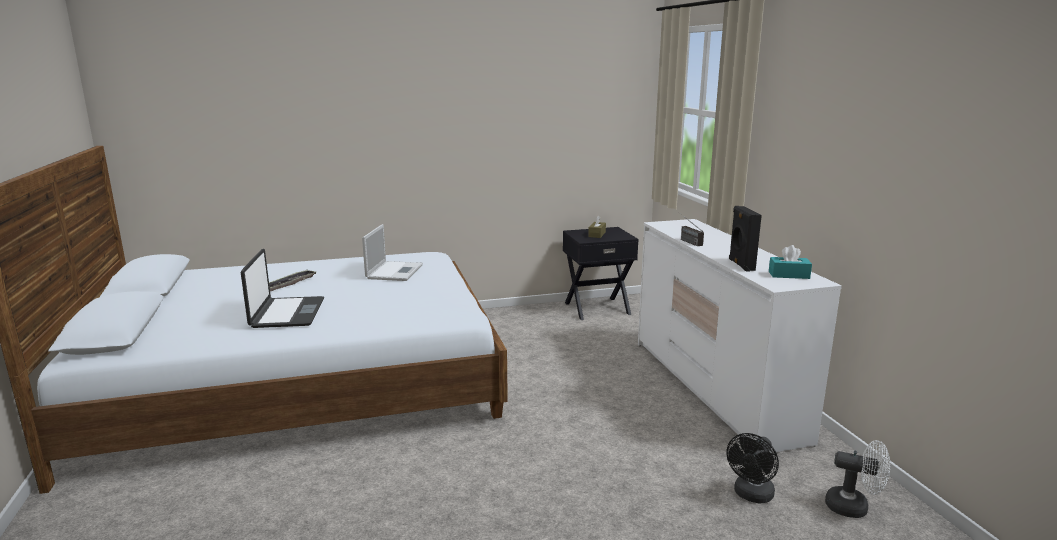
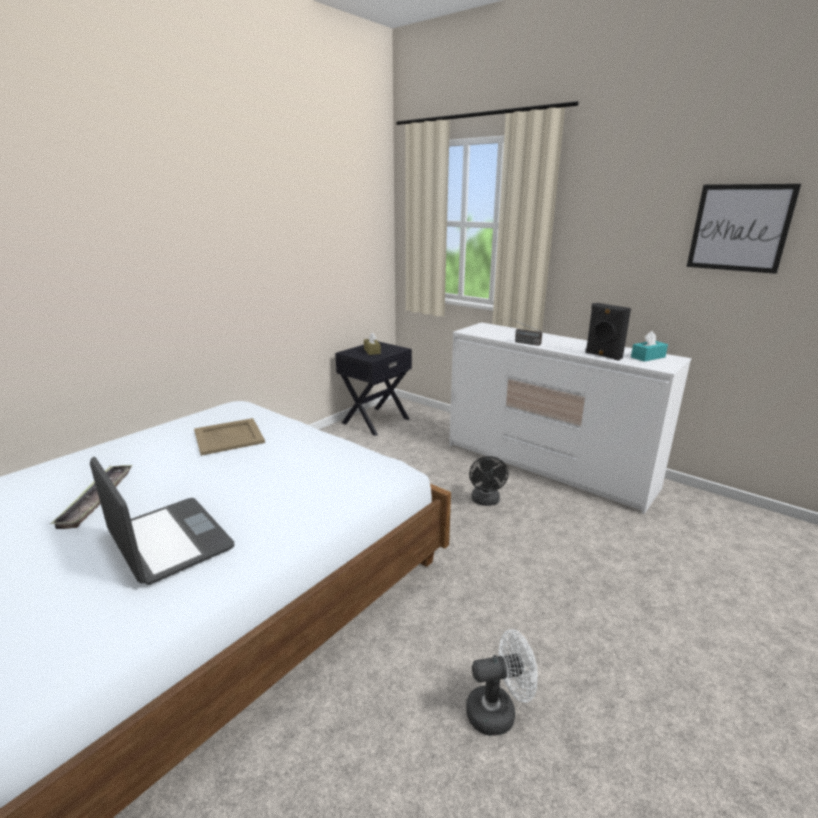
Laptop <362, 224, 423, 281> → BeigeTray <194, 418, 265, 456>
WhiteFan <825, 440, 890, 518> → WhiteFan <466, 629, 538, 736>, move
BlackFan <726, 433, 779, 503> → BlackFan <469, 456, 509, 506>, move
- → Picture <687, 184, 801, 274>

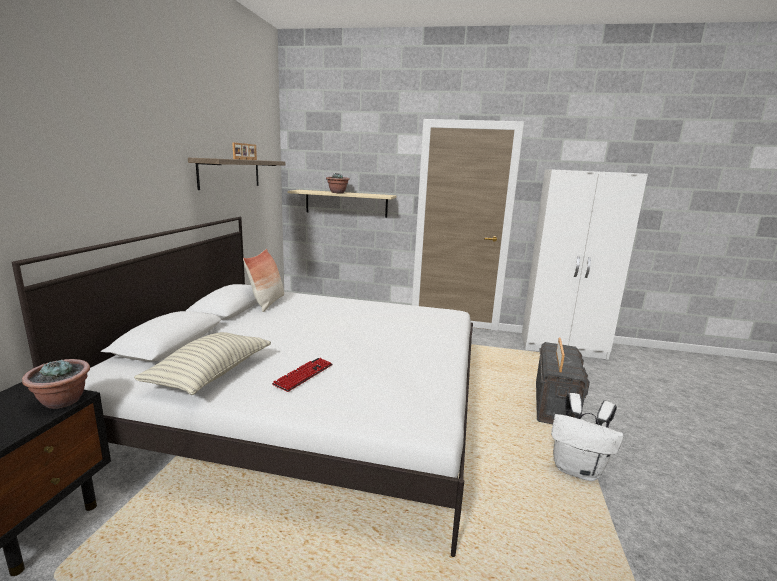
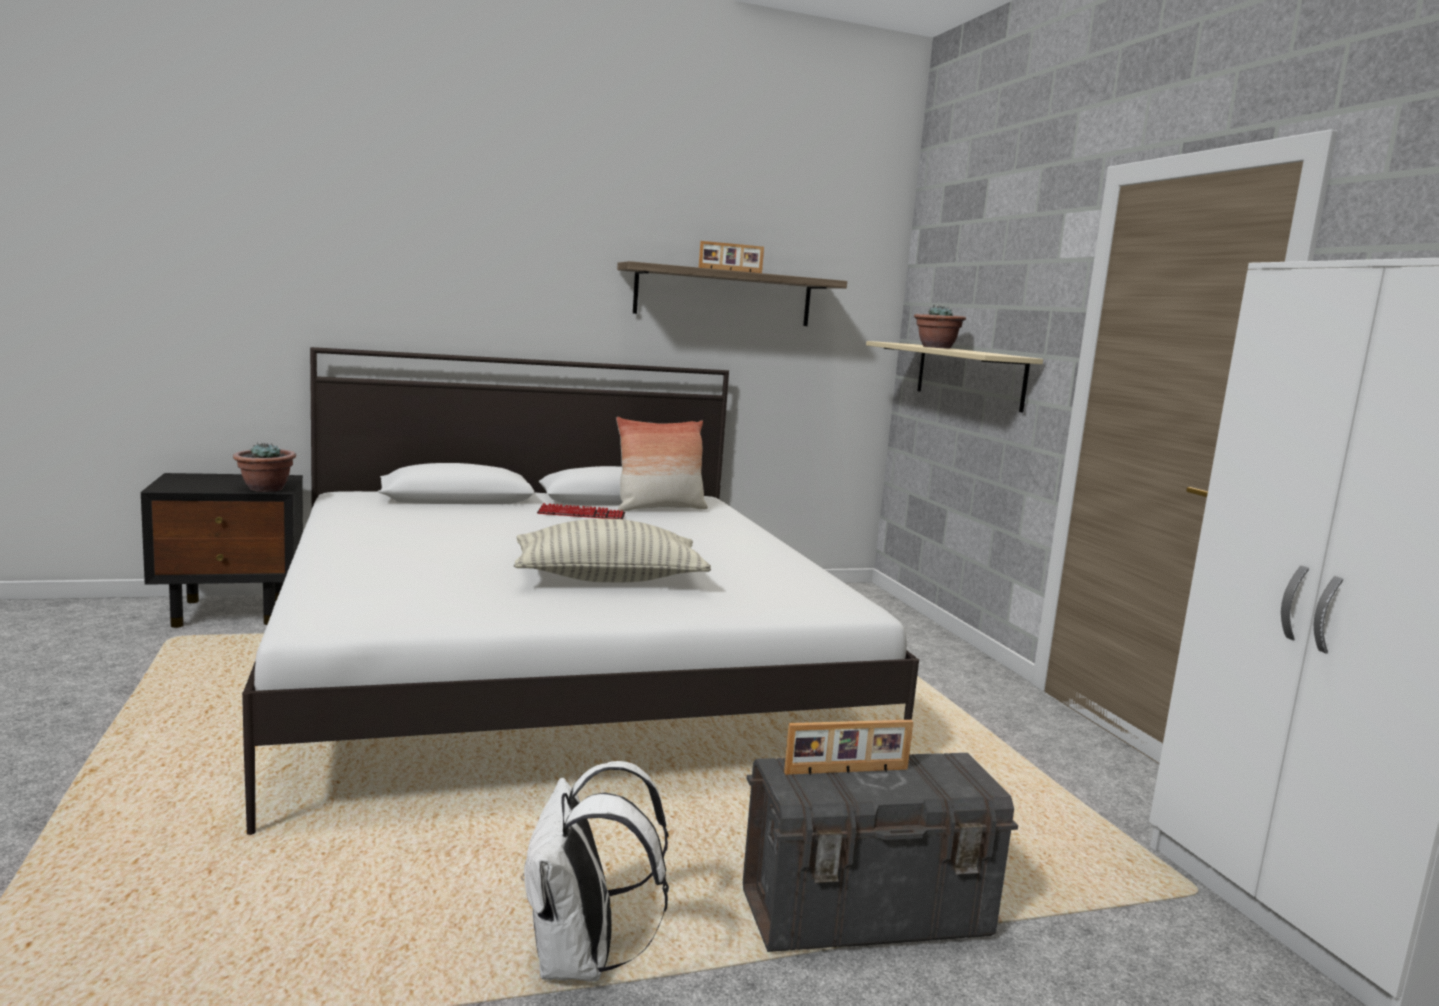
Pillow <134, 332, 271, 395> → Pillow <514, 519, 711, 582>, move
Keyboard <272, 358, 333, 392> → Keyboard <537, 503, 625, 519>, move

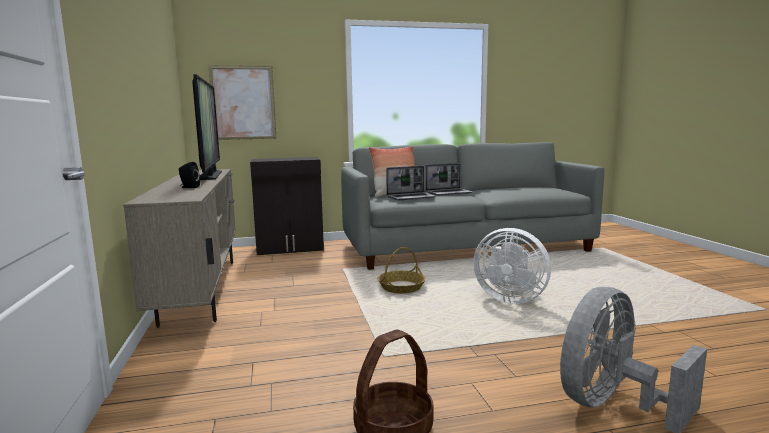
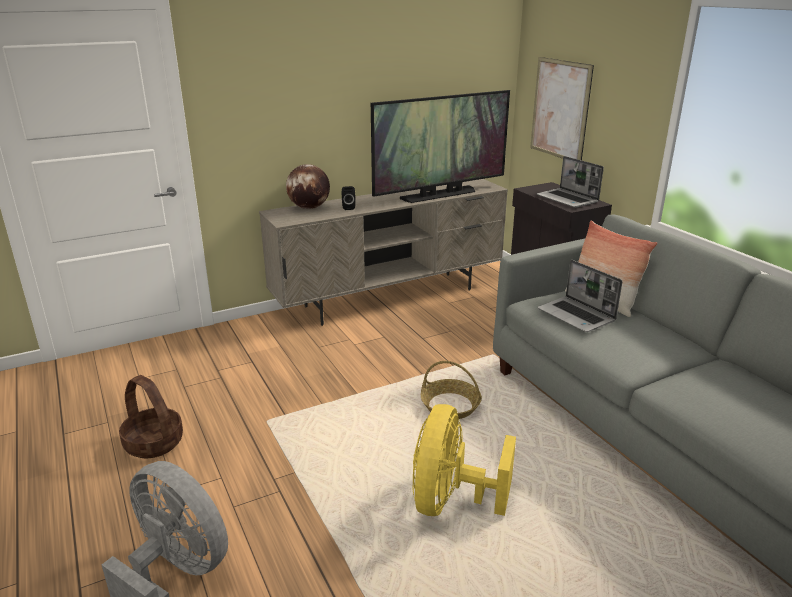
- → Globe <286, 164, 330, 209>
WhiteFan <473, 228, 551, 304> → YellowFan <413, 404, 516, 516>
Laptop <425, 163, 473, 196> → Laptop <537, 156, 604, 208>, move

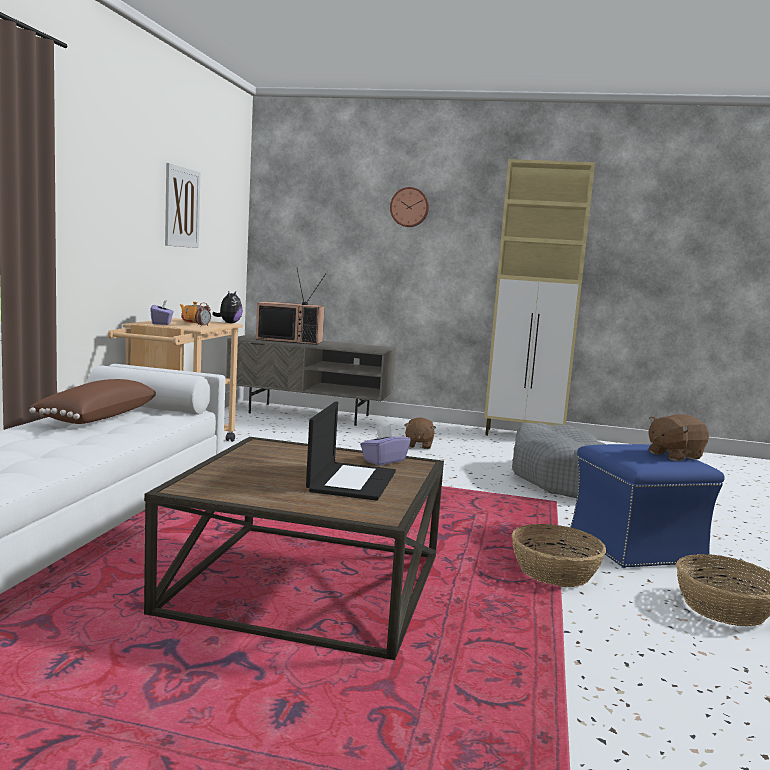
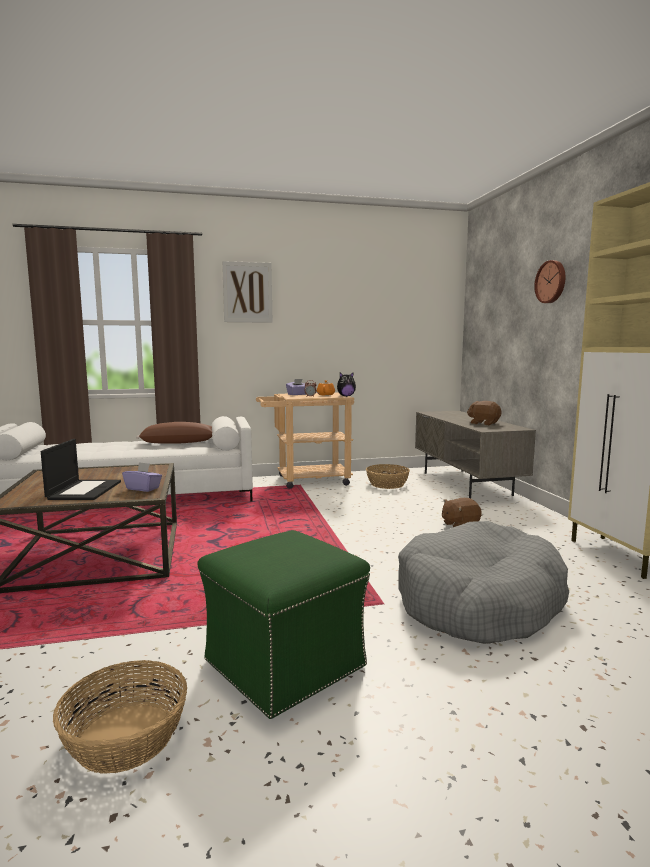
Laptop <306, 402, 396, 501> → Laptop <41, 439, 121, 500>, 75 degrees counterclockwise
BlueOttoman <571, 444, 725, 568> → GreenOttoman <197, 530, 370, 719>
Picture <165, 163, 200, 248> → Picture <222, 261, 272, 323>, move
Basket <512, 524, 606, 587> → Basket <366, 464, 410, 489>, move
BrownPlushToy <648, 414, 709, 461> → BrownPlushToy <467, 401, 501, 425>, move
Television <256, 269, 326, 345> → -

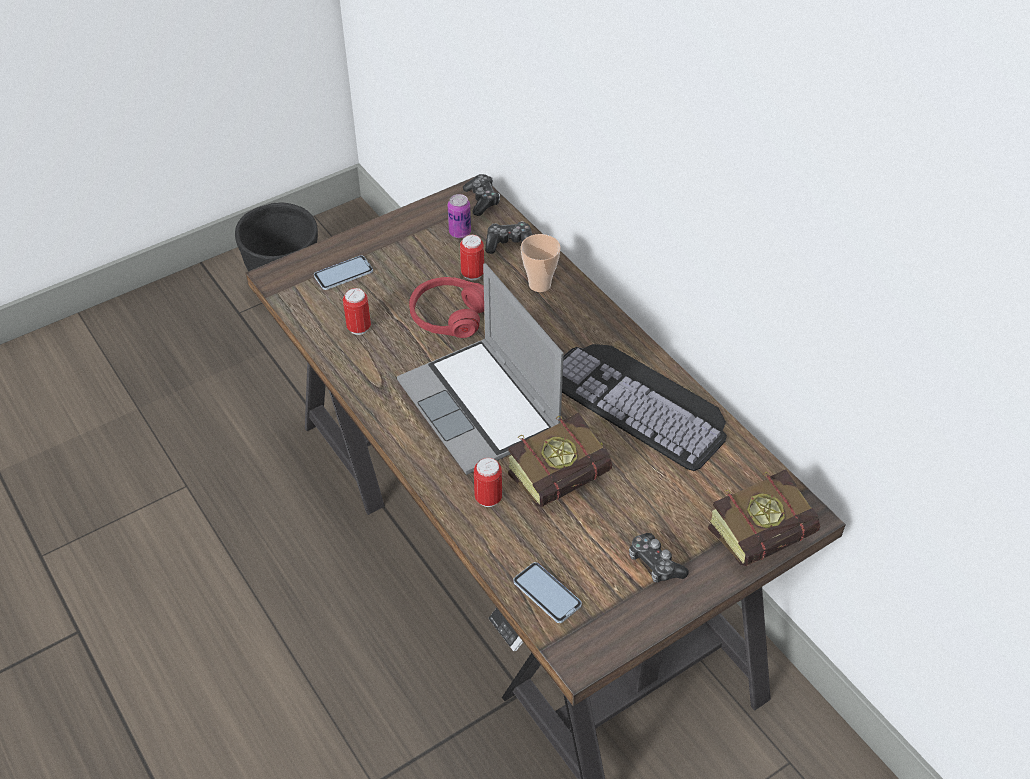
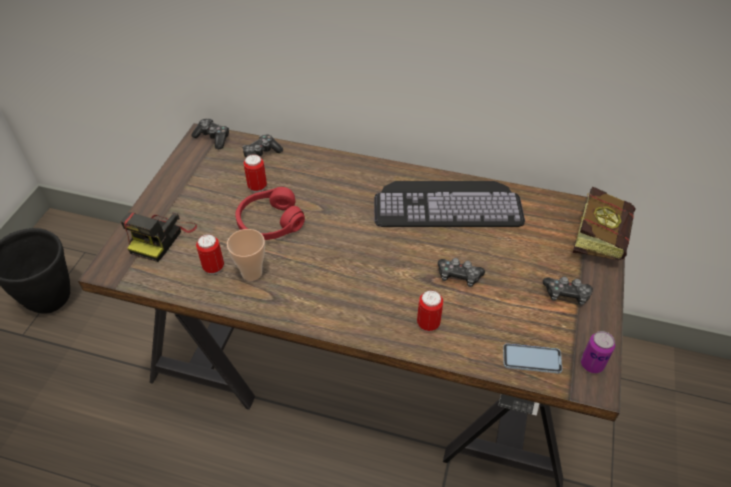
Phone <314, 256, 373, 290> → PhotoCamera <120, 212, 197, 262>
Cup <521, 234, 561, 292> → Cup <227, 229, 265, 281>, move
Book <508, 412, 612, 507> → GameController <438, 258, 485, 287>
Can <448, 194, 471, 238> → Can <581, 331, 615, 373>, move
Laptop <397, 263, 564, 475> → -

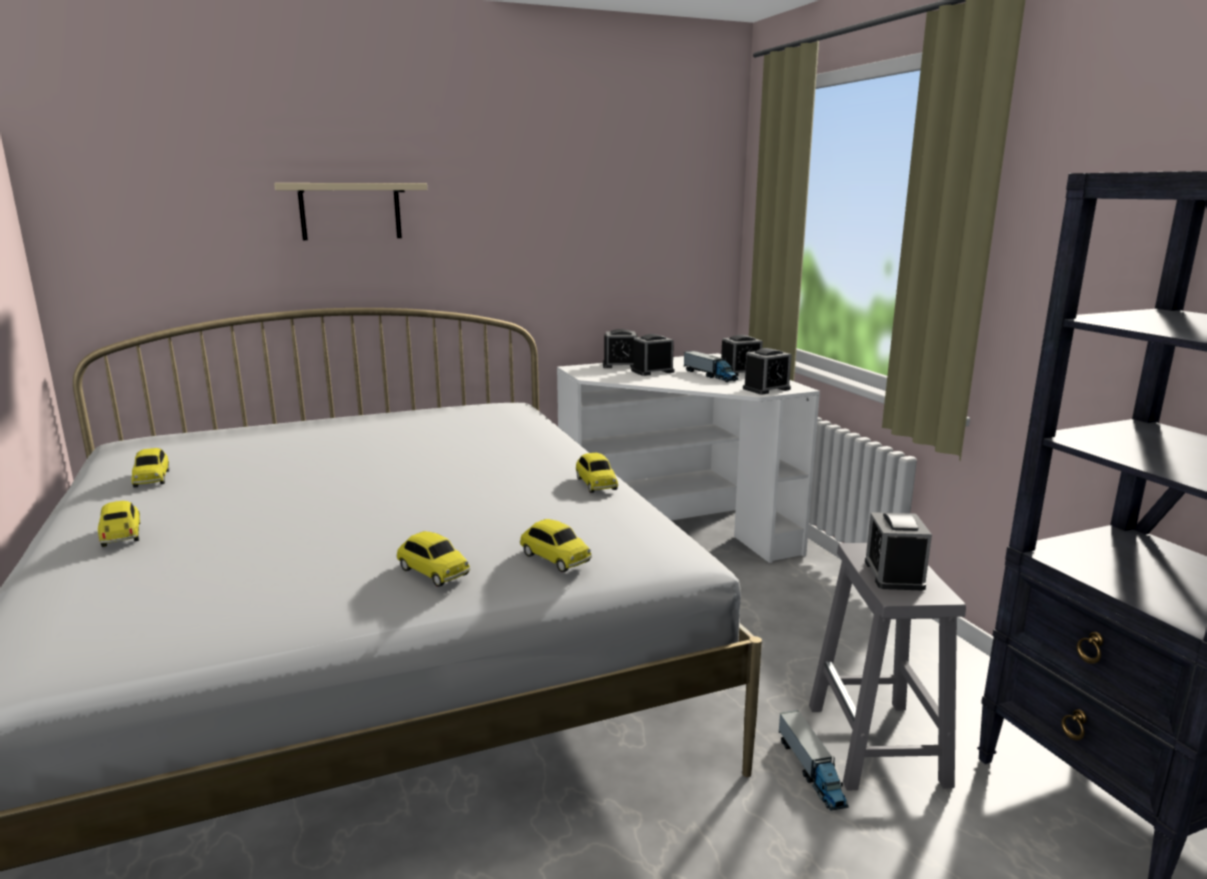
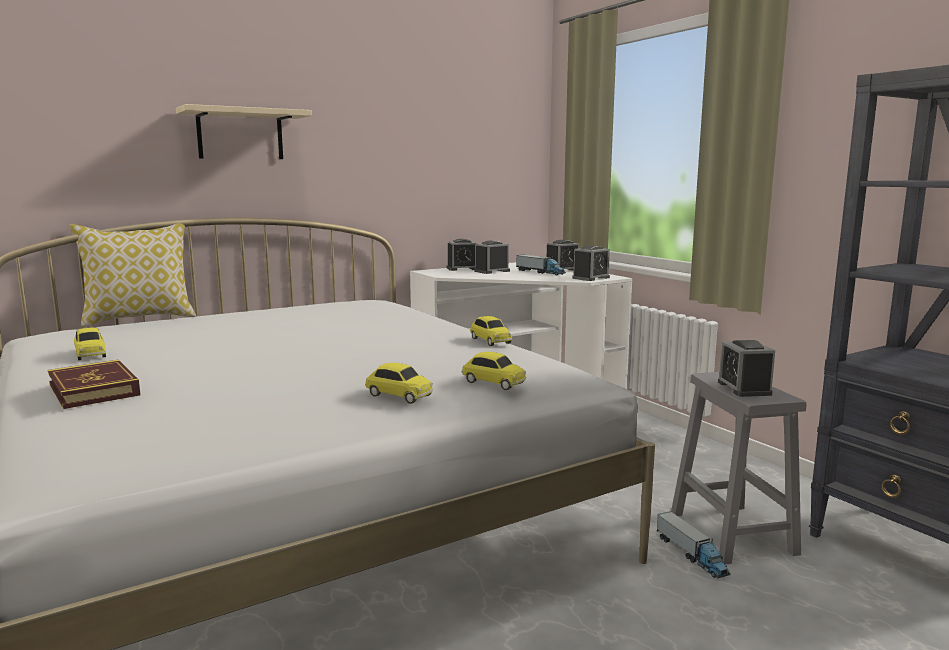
ToyCar <98, 501, 140, 547> → Book <48, 360, 141, 409>
- → Pillow <70, 223, 196, 327>

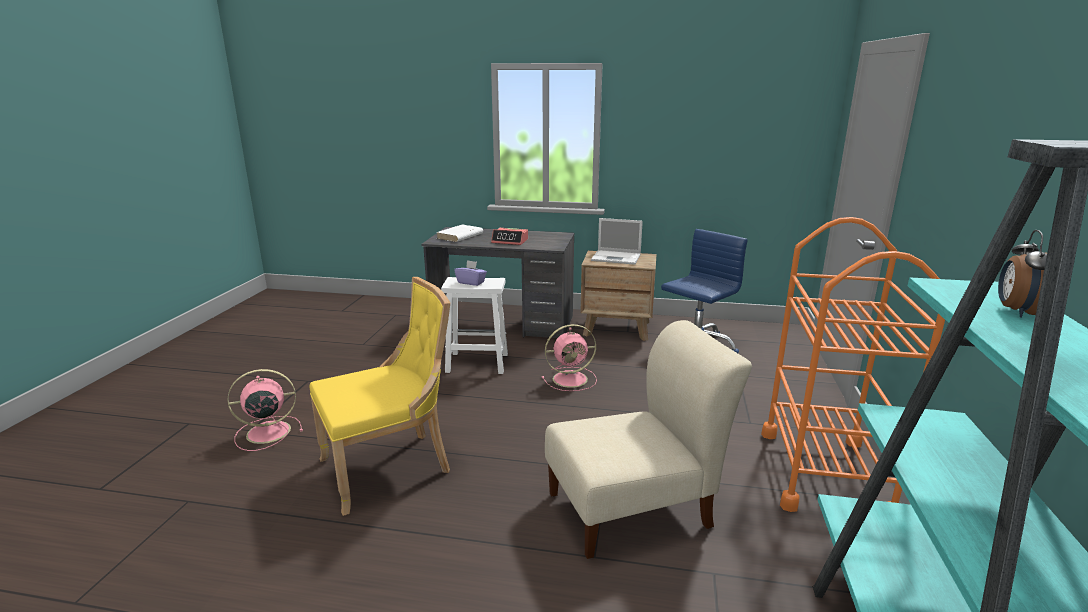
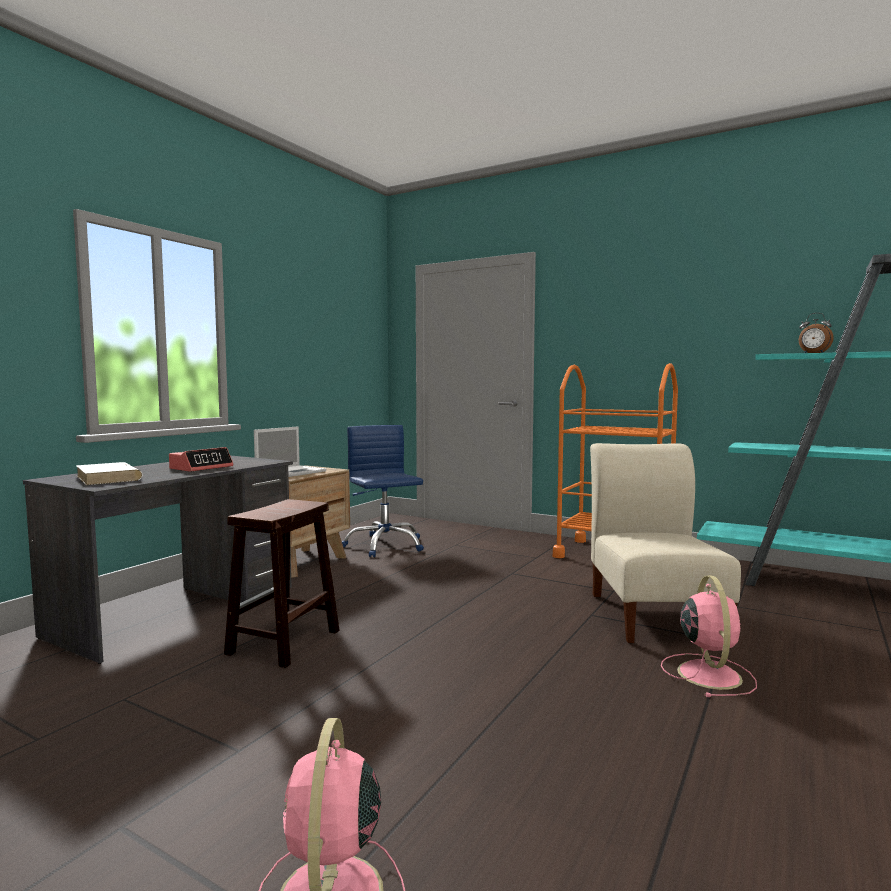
WhiteStool <441, 277, 508, 374> → BrownStool <224, 499, 339, 668>
PinkFan <542, 324, 597, 391> → PinkFan <661, 575, 757, 697>, move
YellowChair <309, 277, 450, 516> → -
PurpleTissueBox <454, 260, 487, 286> → -

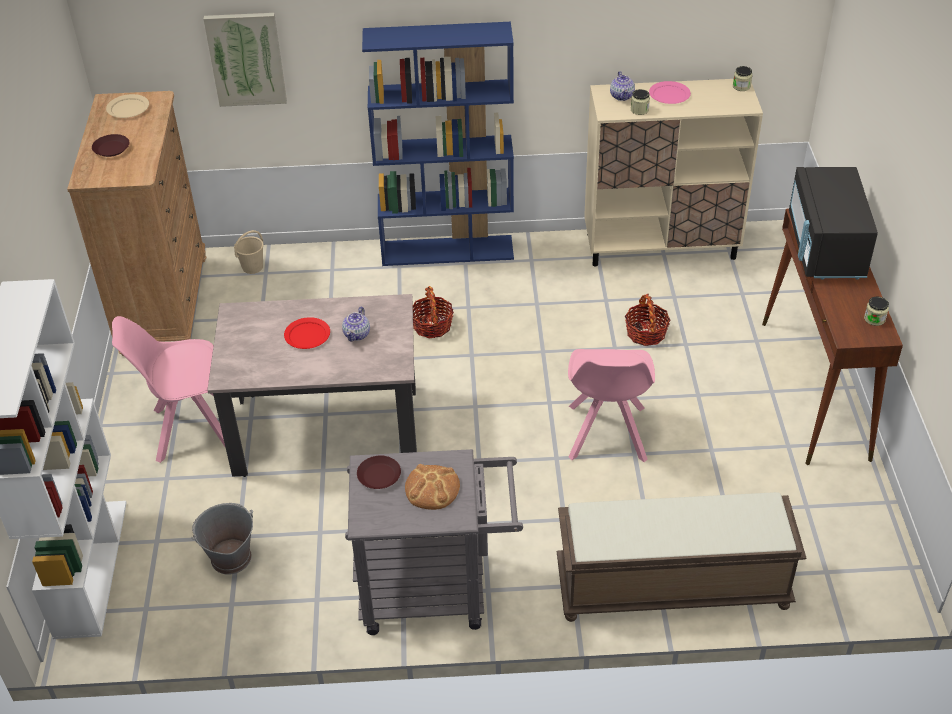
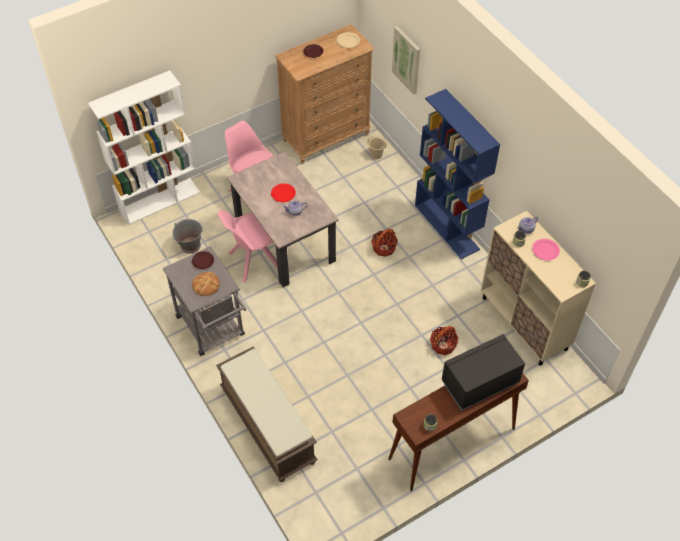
PinkChair <568, 349, 655, 462> → PinkChair <218, 210, 278, 283>, move

